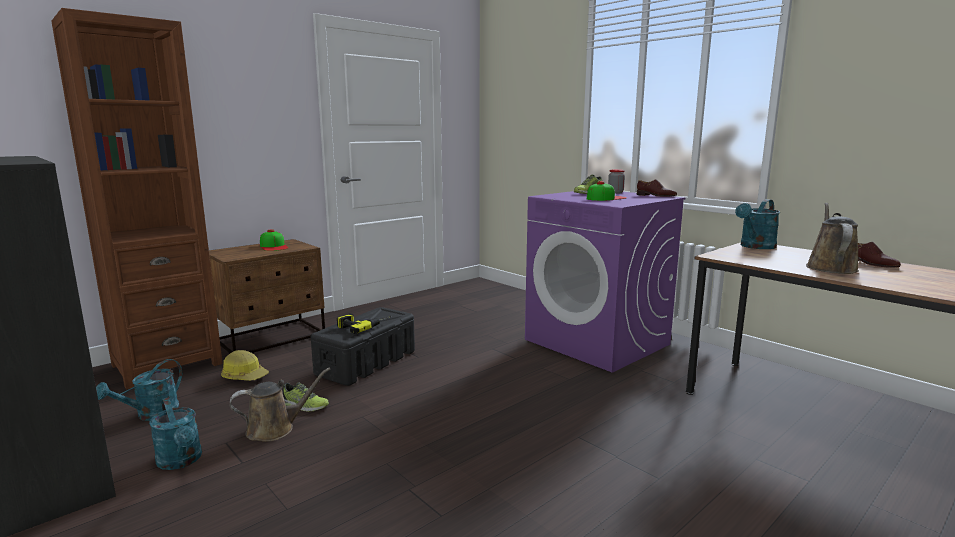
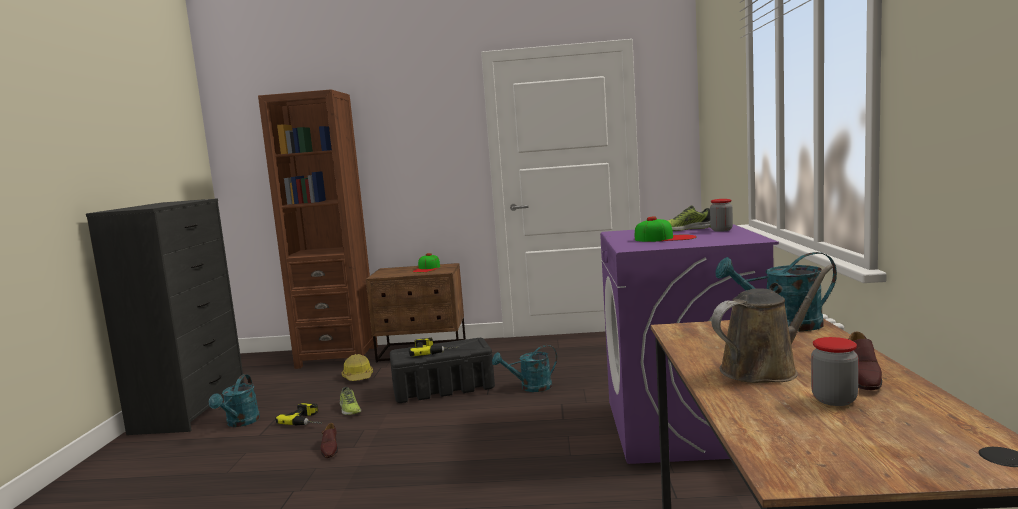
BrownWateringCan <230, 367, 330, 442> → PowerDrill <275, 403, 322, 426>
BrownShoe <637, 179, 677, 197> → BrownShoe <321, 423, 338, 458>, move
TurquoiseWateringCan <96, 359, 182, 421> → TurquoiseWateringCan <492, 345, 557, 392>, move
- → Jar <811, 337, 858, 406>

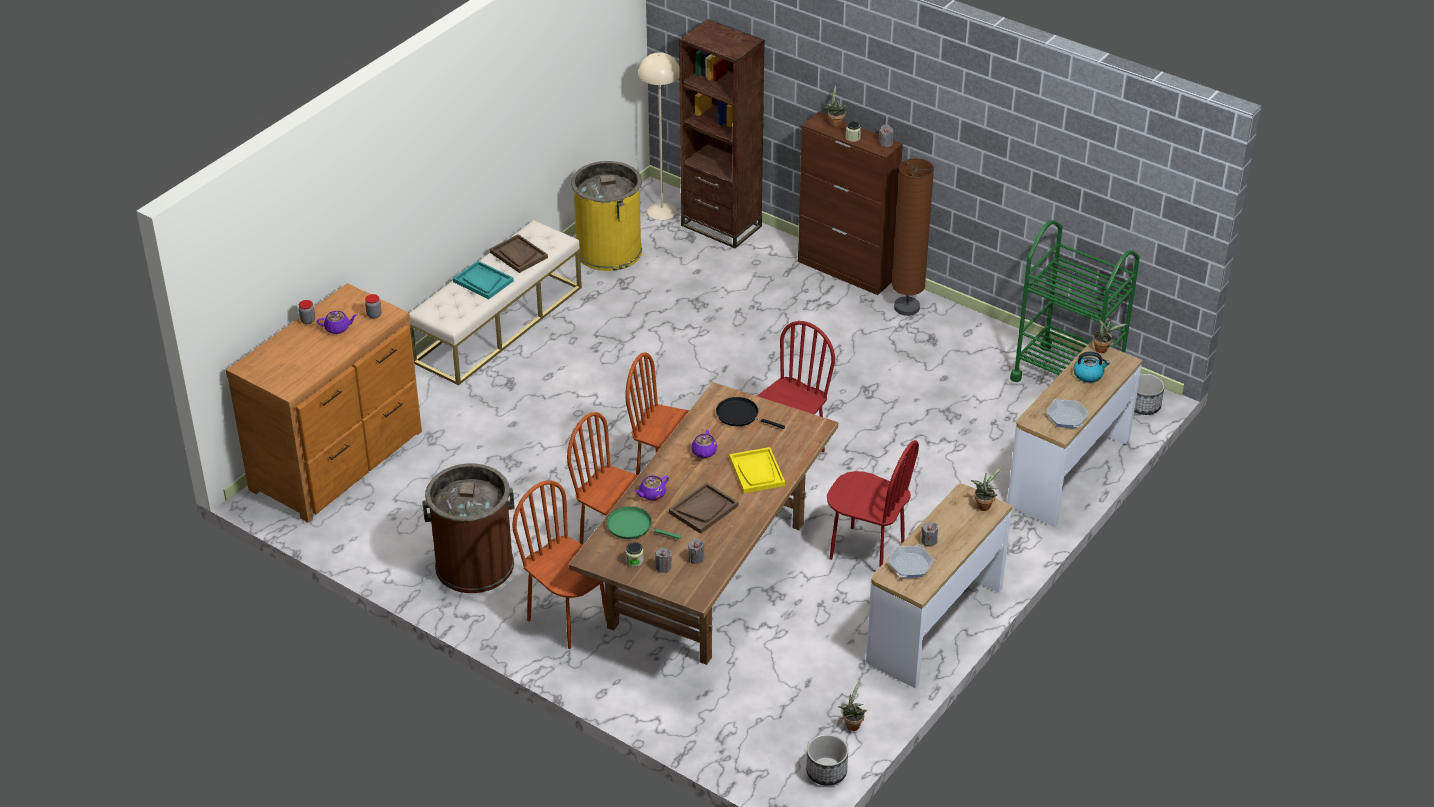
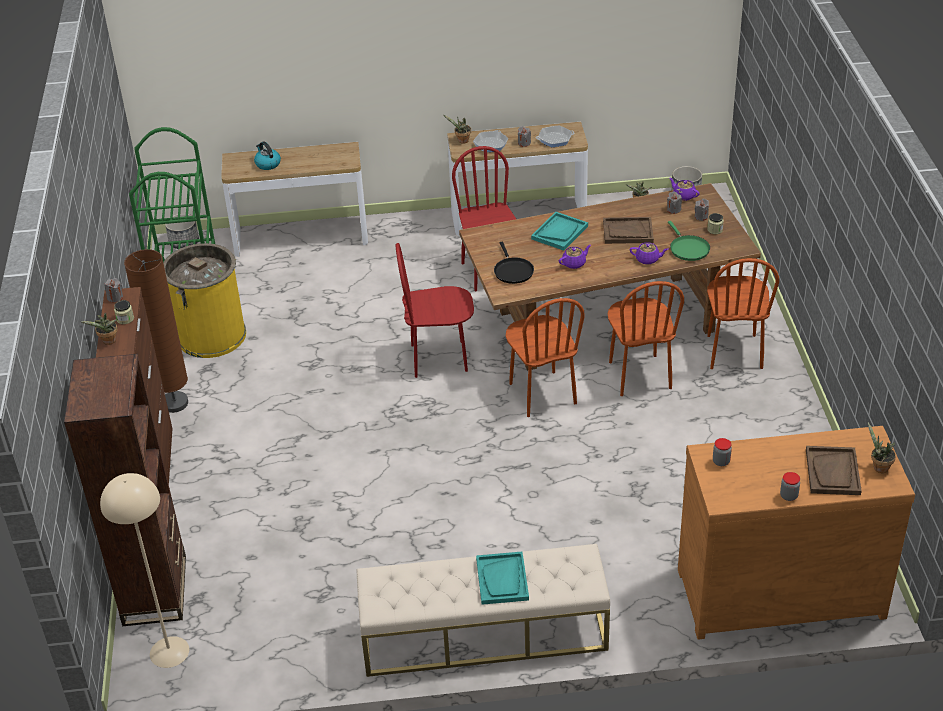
YellowTrashCan <571, 161, 642, 271> → YellowTrashCan <163, 243, 246, 358>, move
FryingPan <1046, 398, 1089, 428> → FryingPan <473, 130, 509, 152>, move
YellowTray <729, 447, 785, 493> → TurquoiseTray <531, 212, 588, 251>
PurpleTeapot <317, 311, 357, 334> → PurpleTeapot <669, 178, 700, 201>, move
BrownTray <490, 234, 548, 273> → BrownTray <806, 446, 862, 495>, move
PottedPlant <1093, 318, 1127, 353> → PottedPlant <868, 422, 896, 473>, move
BrownTrashCan <422, 463, 515, 593> → -

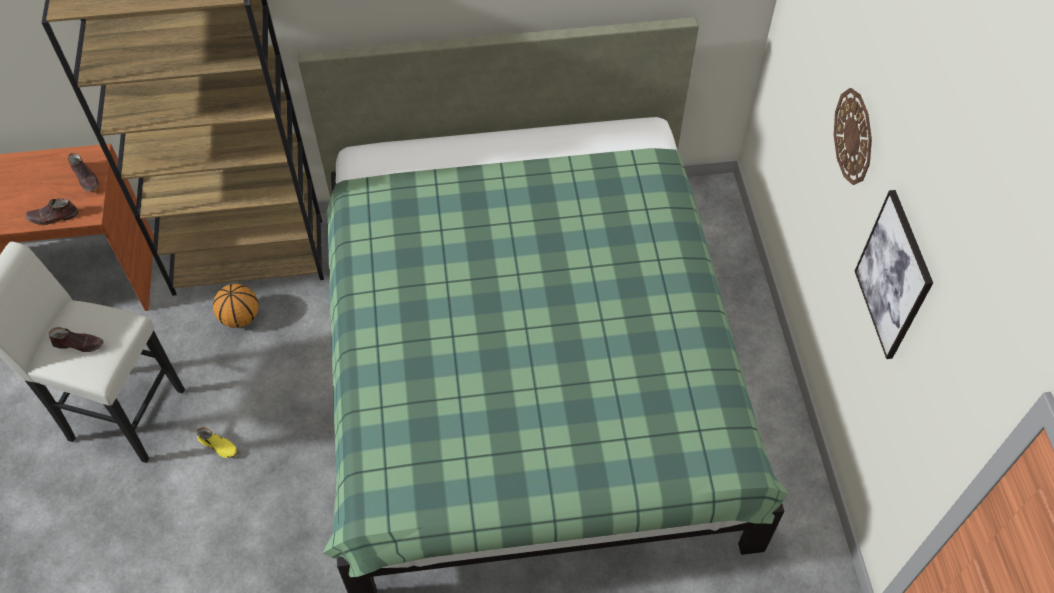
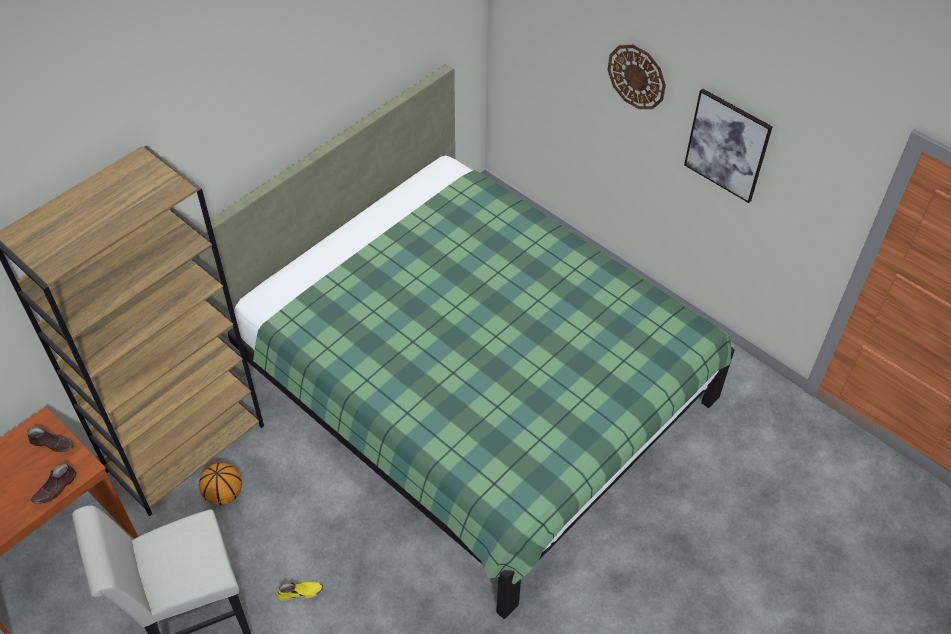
BrownShoe <49, 327, 104, 352> → -

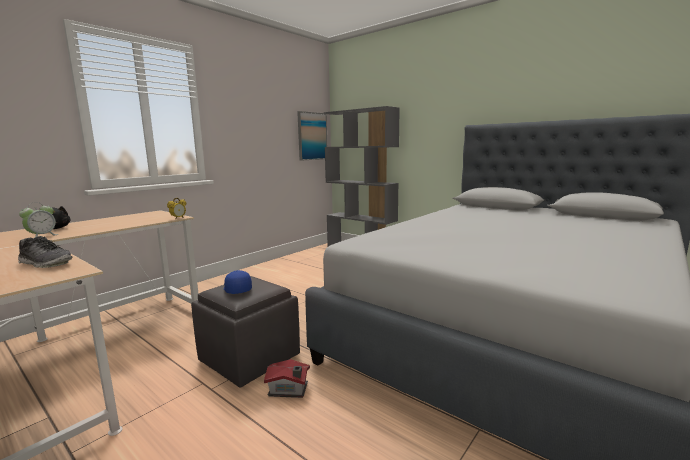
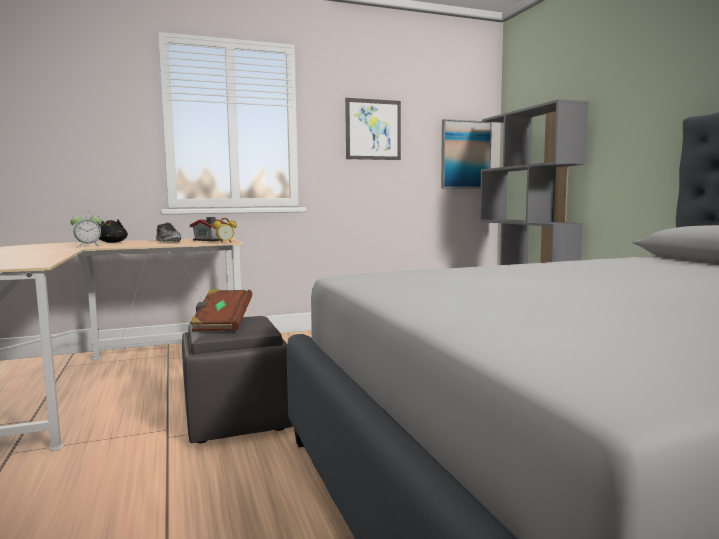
Shoe <18, 236, 73, 268> → Shoe <156, 223, 181, 242>, move
ToyHouse <264, 359, 310, 398> → ToyHouse <190, 217, 229, 241>, move
BlueCap <224, 270, 252, 294> → BrownBook <190, 289, 252, 332>
- → Picture <345, 98, 401, 160>

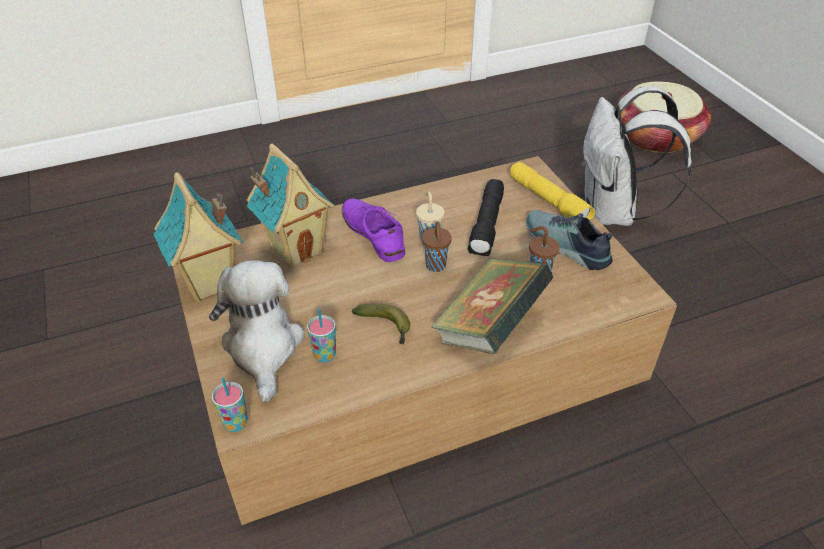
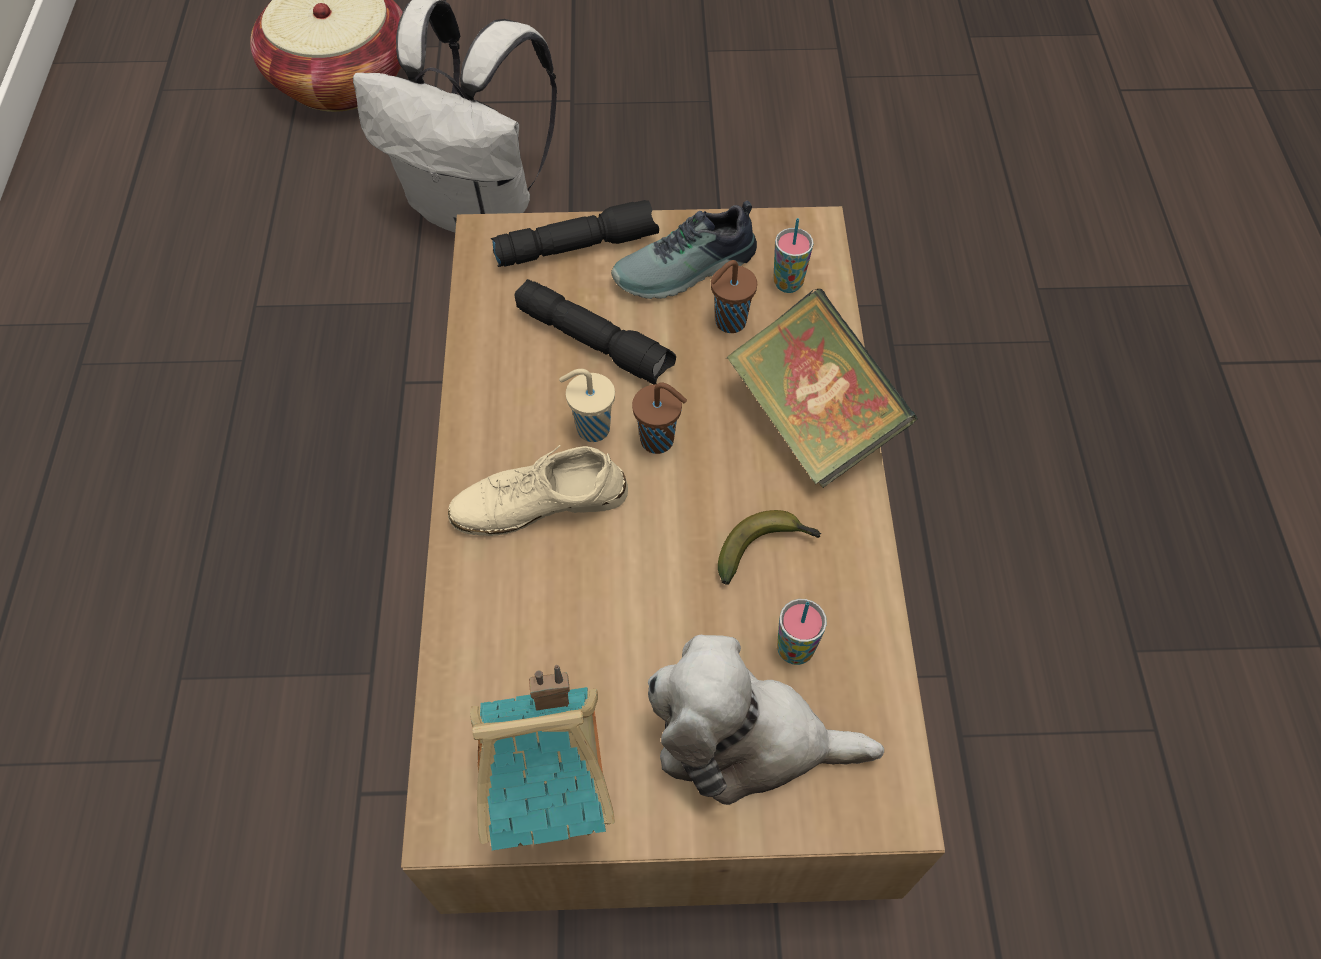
PurpleShoe <342, 199, 405, 262> → BeigeShoe <448, 445, 628, 536>
YellowFlashlight <510, 162, 595, 220> → BlackFlashlight <491, 200, 659, 267>
Cup <212, 377, 248, 432> → Cup <773, 218, 814, 293>, move
ToyHouse <247, 143, 334, 268> → -

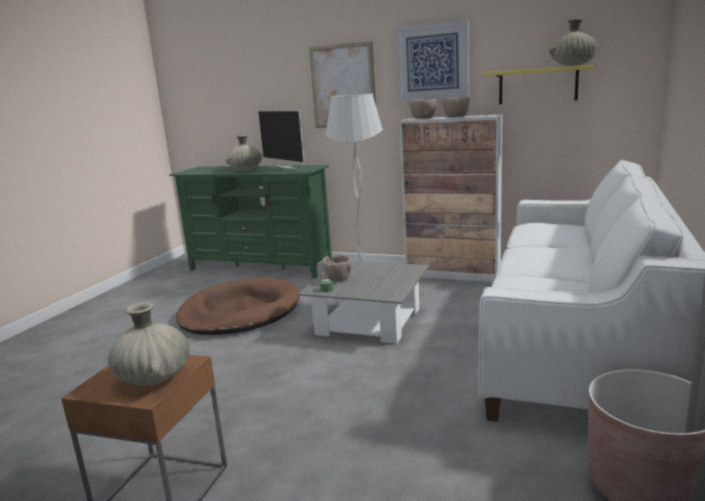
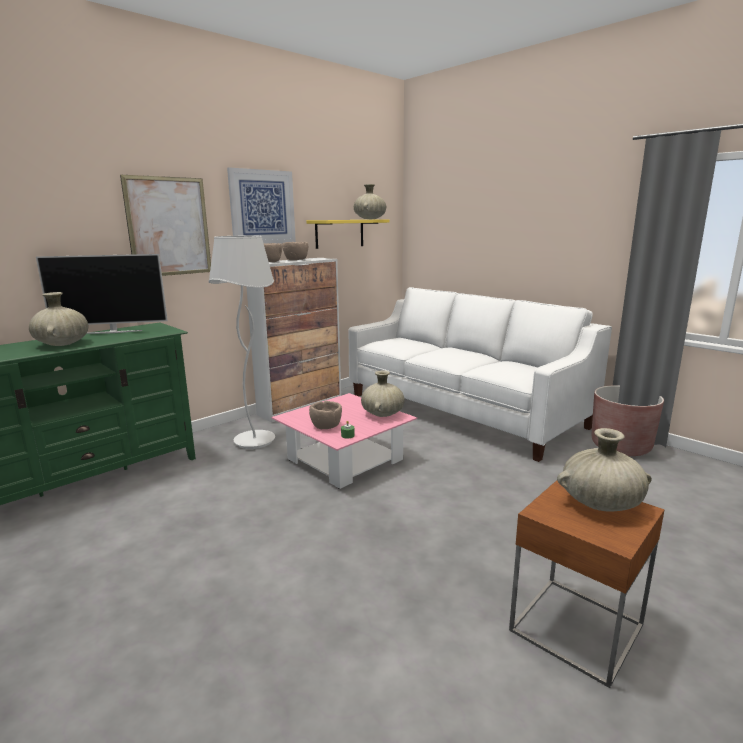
GreyCoffeeTable <297, 261, 429, 344> → PinkCoffeeTable <272, 393, 417, 489>
- → BeigeVase <361, 370, 405, 417>
BrownDogBed <176, 277, 300, 335> → -

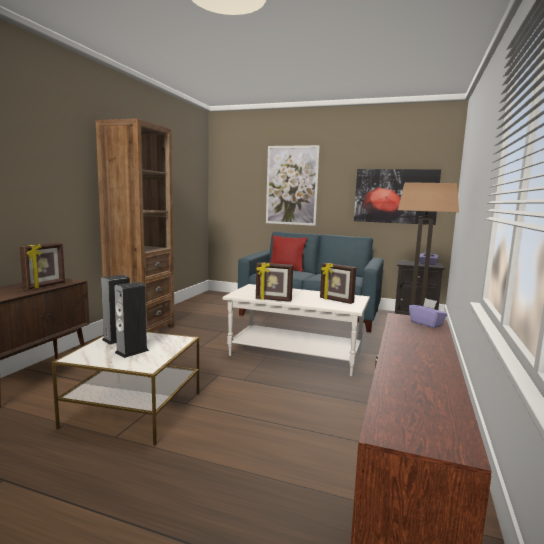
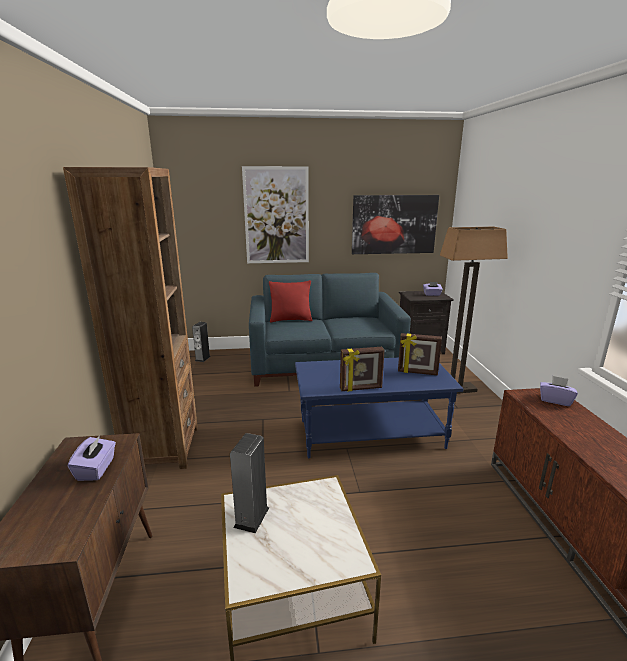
PictureFrame <19, 243, 65, 290> → PurpleTissueBox <68, 435, 116, 481>
Speaker <114, 282, 149, 358> → Speaker <192, 322, 211, 362>, move
WhiteCoffeeTable <223, 284, 370, 377> → BlueCoffeeTable <295, 357, 463, 458>

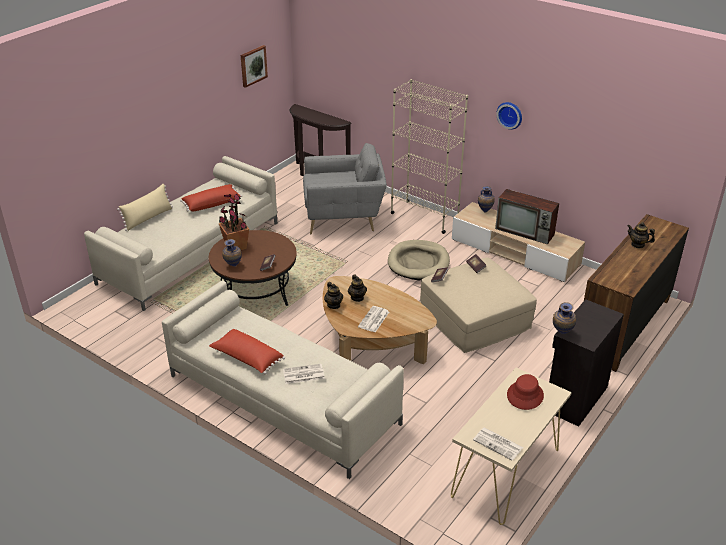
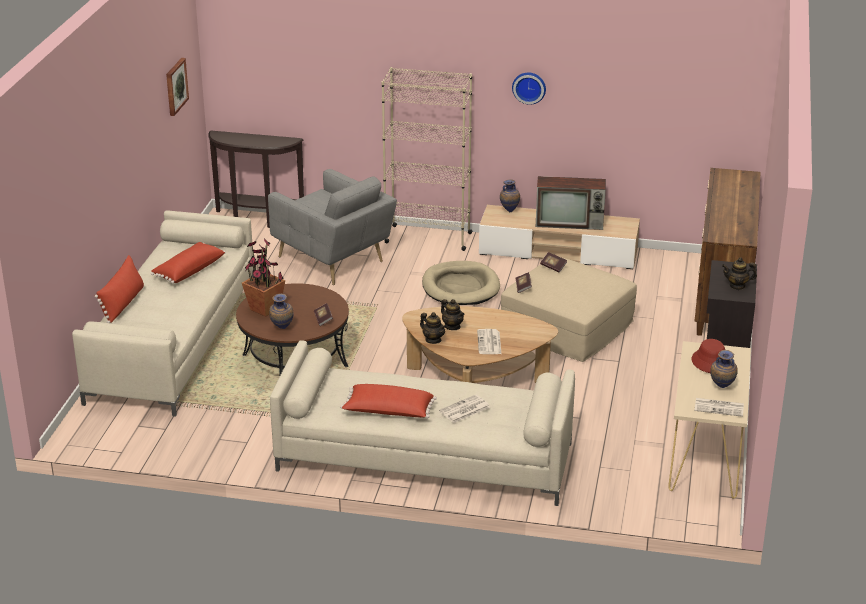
BeigePillow <117, 184, 173, 231> → RedPillow <95, 255, 144, 323>
GreyArmchair <303, 143, 387, 234> → GreyArmchair <268, 169, 397, 285>, 75 degrees clockwise
Vase <553, 302, 576, 334> → Vase <710, 350, 738, 388>, move
Teapot <627, 222, 655, 248> → Teapot <722, 257, 757, 290>, move

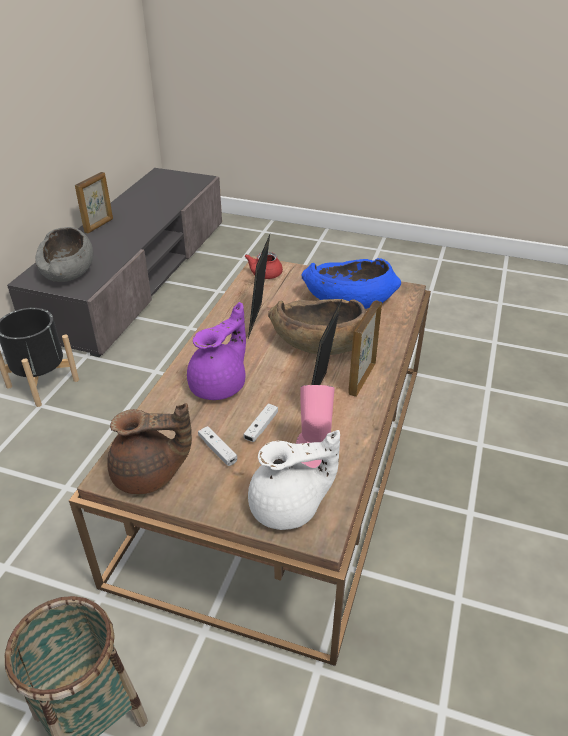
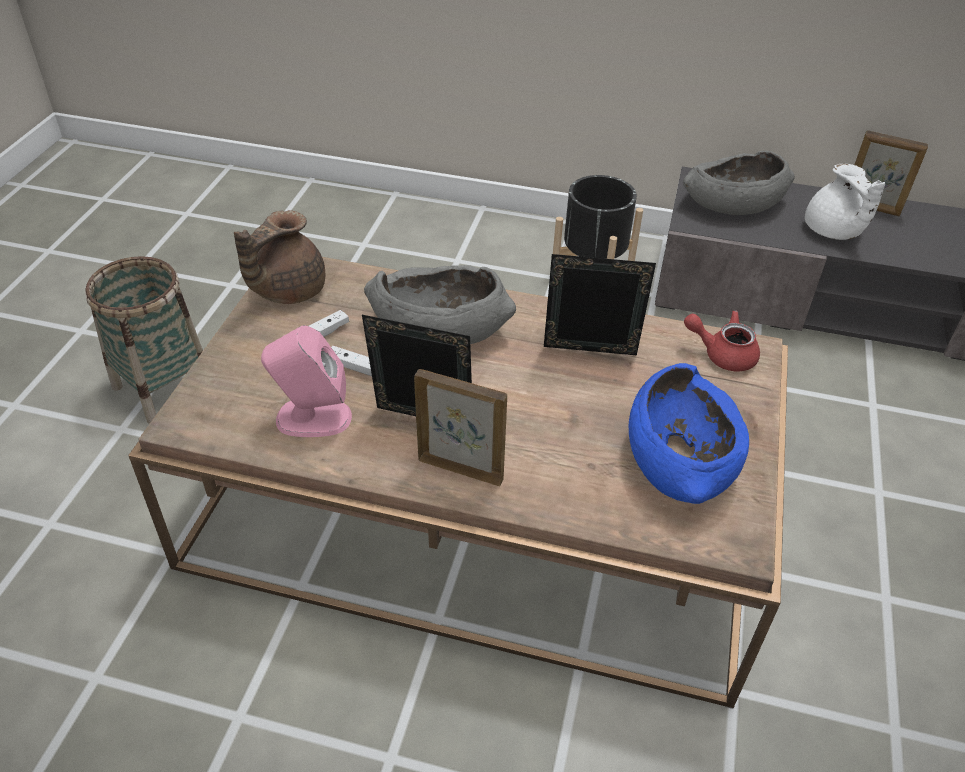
BrownTeapot <107, 403, 192, 494> → BrownTeapot <234, 210, 325, 304>, 45 degrees clockwise
PurpleTeapot <187, 302, 246, 400> → GreyBowl <364, 265, 516, 344>
WhiteTeapot <248, 430, 340, 530> → WhiteTeapot <805, 164, 885, 240>, move
BrownBowl <268, 299, 366, 355> → -

